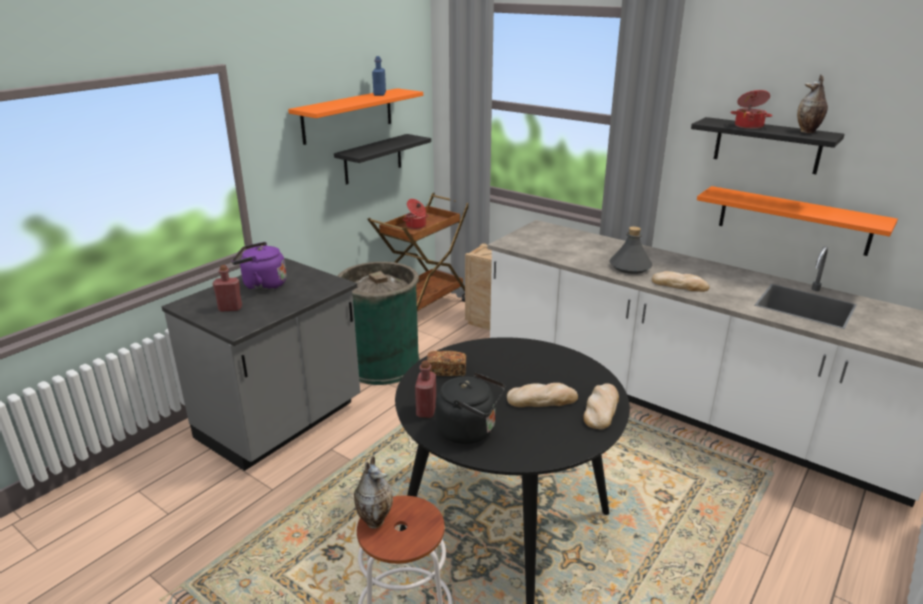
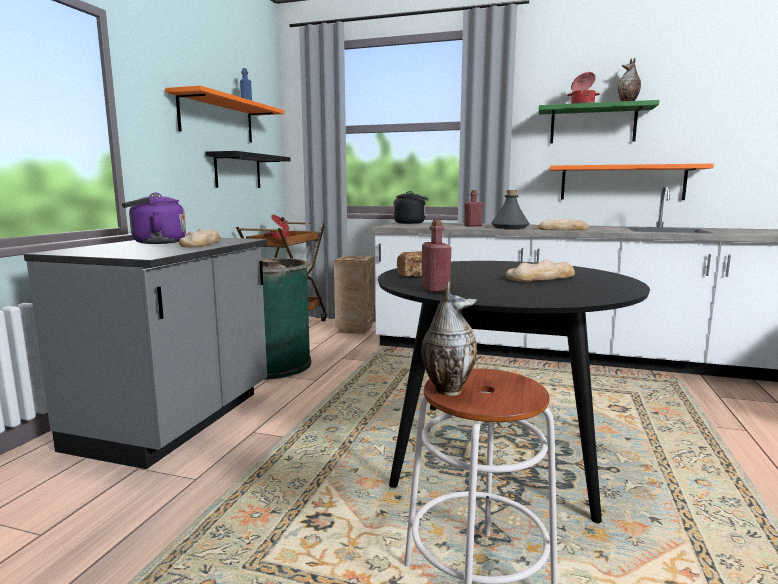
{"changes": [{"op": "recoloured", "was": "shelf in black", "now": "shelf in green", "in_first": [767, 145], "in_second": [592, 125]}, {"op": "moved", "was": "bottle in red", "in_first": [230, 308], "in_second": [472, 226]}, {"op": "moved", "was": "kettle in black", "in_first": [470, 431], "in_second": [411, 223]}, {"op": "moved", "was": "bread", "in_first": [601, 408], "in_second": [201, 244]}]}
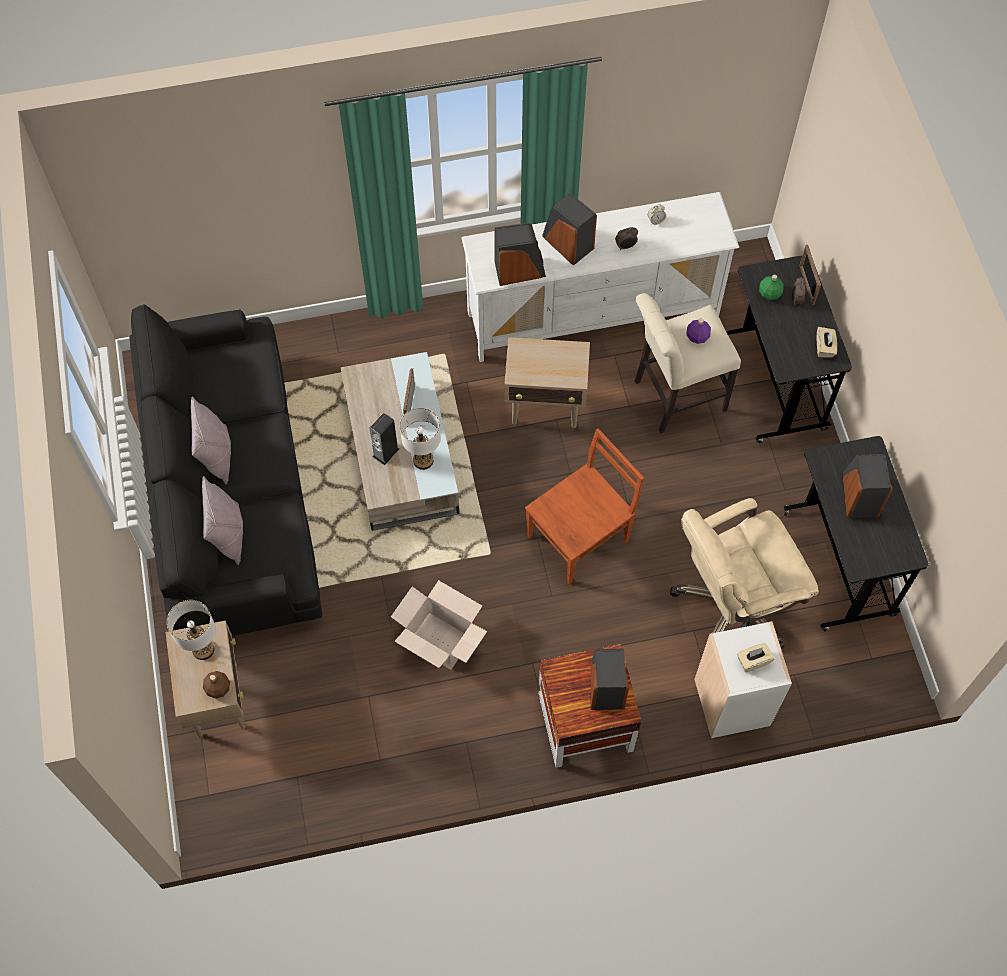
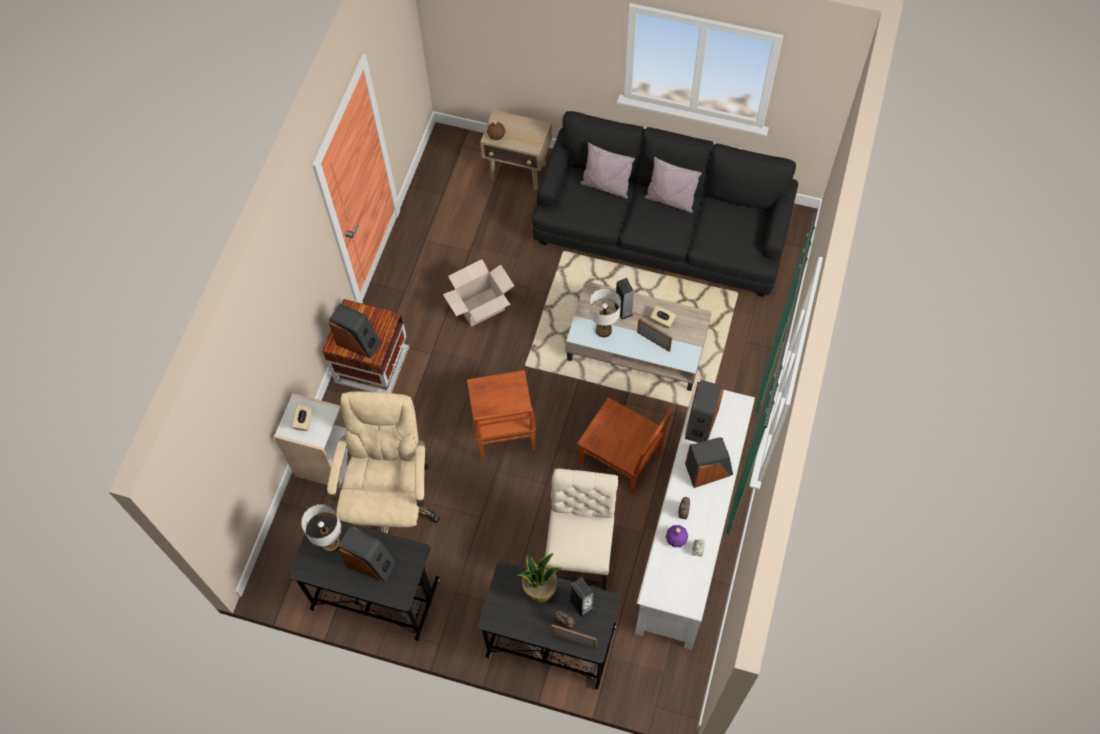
{"changes": [{"op": "replaced", "was": "bottle in green", "now": "speaker", "in_first": [769, 294], "in_second": [581, 604]}, {"op": "moved", "was": "bottle in purple", "in_first": [697, 337], "in_second": [676, 539]}, {"op": "moved", "was": "tissue box in beige", "in_first": [824, 347], "in_second": [662, 321]}, {"op": "replaced", "was": "side table in beige", "now": "chair in brown", "in_first": [546, 408], "in_second": [621, 459]}, {"op": "moved", "was": "table lamp", "in_first": [203, 649], "in_second": [331, 543]}, {"op": "added", "now": "potted plant", "in_second": [540, 590]}]}
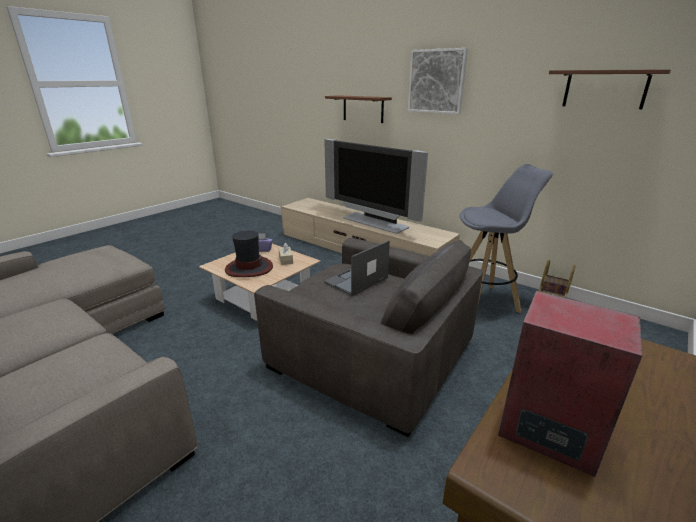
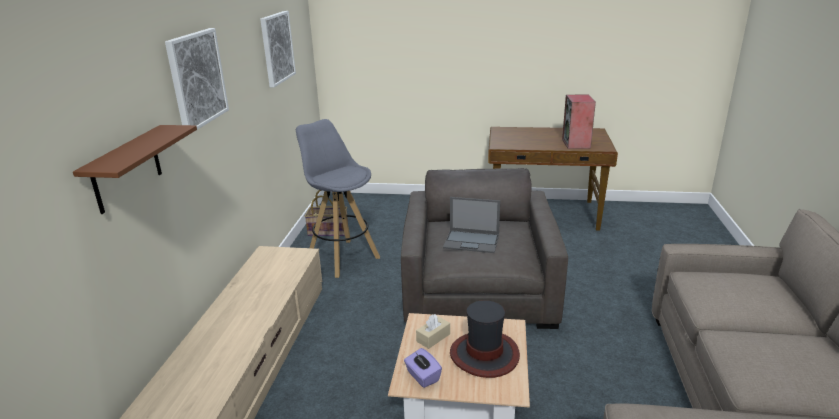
{"changes": [{"op": "replaced", "was": "shelf in brown", "now": "picture", "in_first": [605, 89], "in_second": [277, 48]}, {"op": "removed", "was": "television", "in_first": [374, 223]}]}
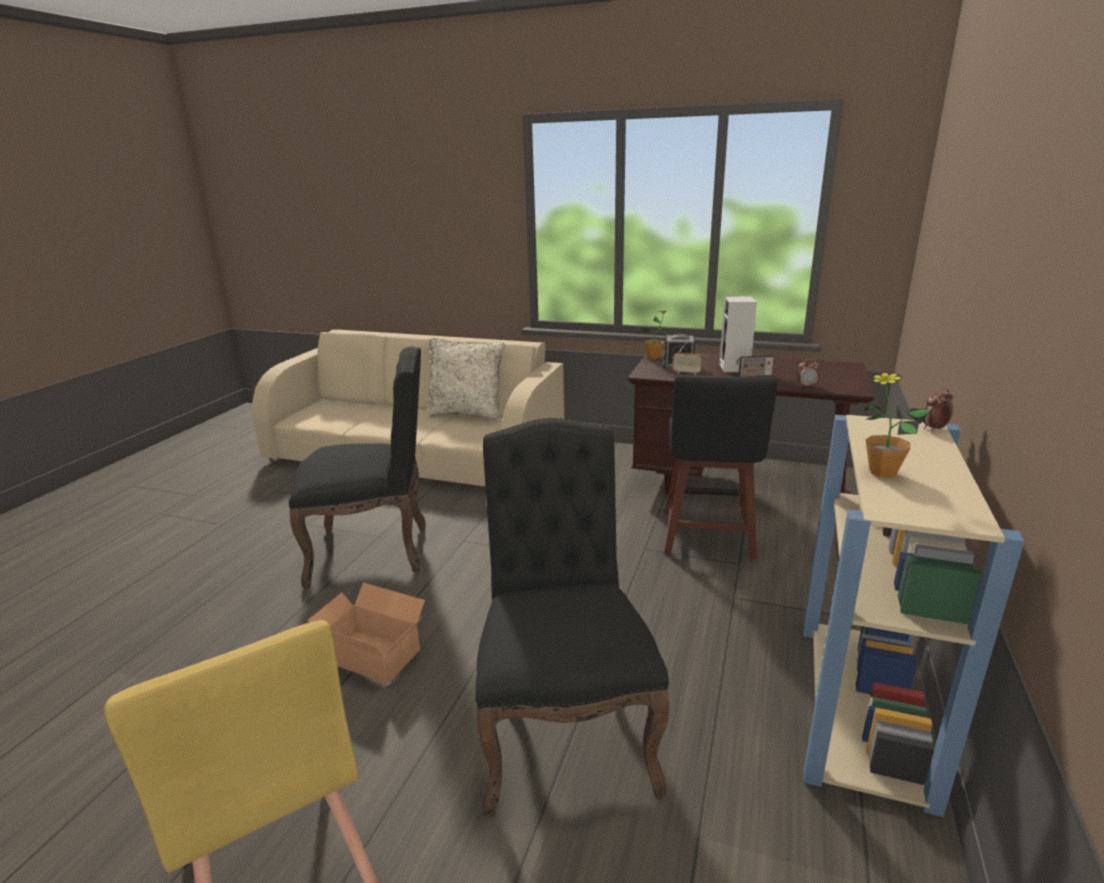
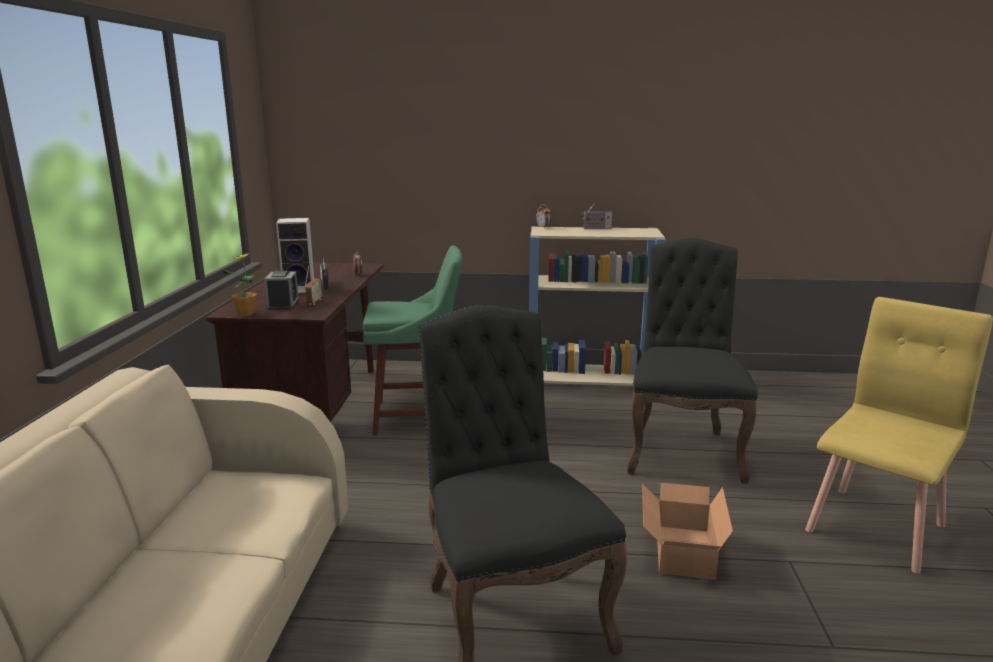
{"changes": [{"op": "removed", "was": "pillow in beige", "in_first": [467, 414]}, {"op": "removed", "was": "potted plant", "in_first": [882, 472]}, {"op": "recoloured", "was": "stool in black", "now": "stool in green", "in_first": [707, 537], "in_second": [418, 416]}, {"op": "turned", "was": "chair in black", "in_first": [565, 733], "in_second": [682, 451], "clockwise": 120}, {"op": "added", "now": "radio", "in_second": [595, 228]}]}
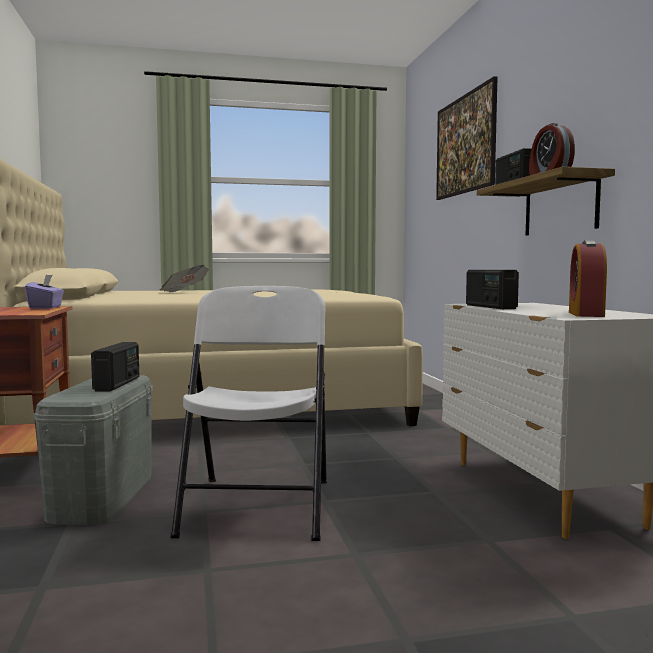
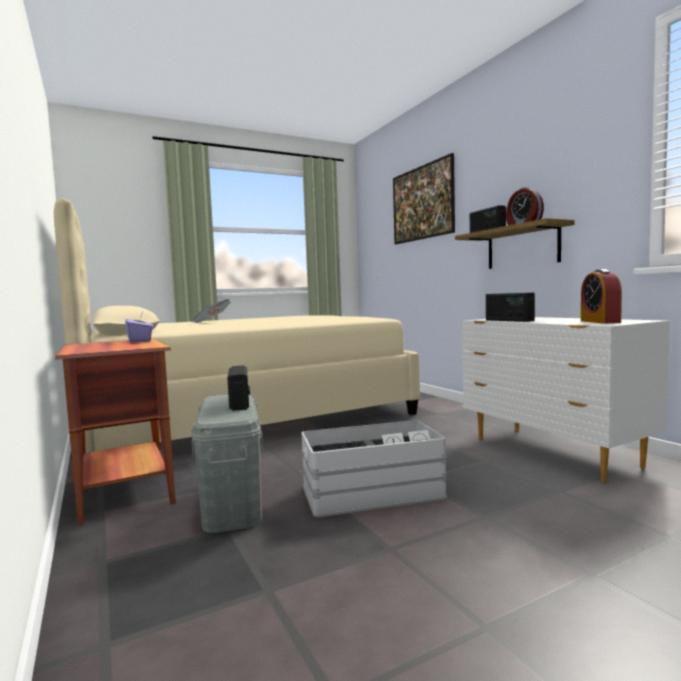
{"changes": [{"op": "replaced", "was": "chair in white", "now": "storage box in grey", "in_first": [258, 507], "in_second": [372, 491]}]}
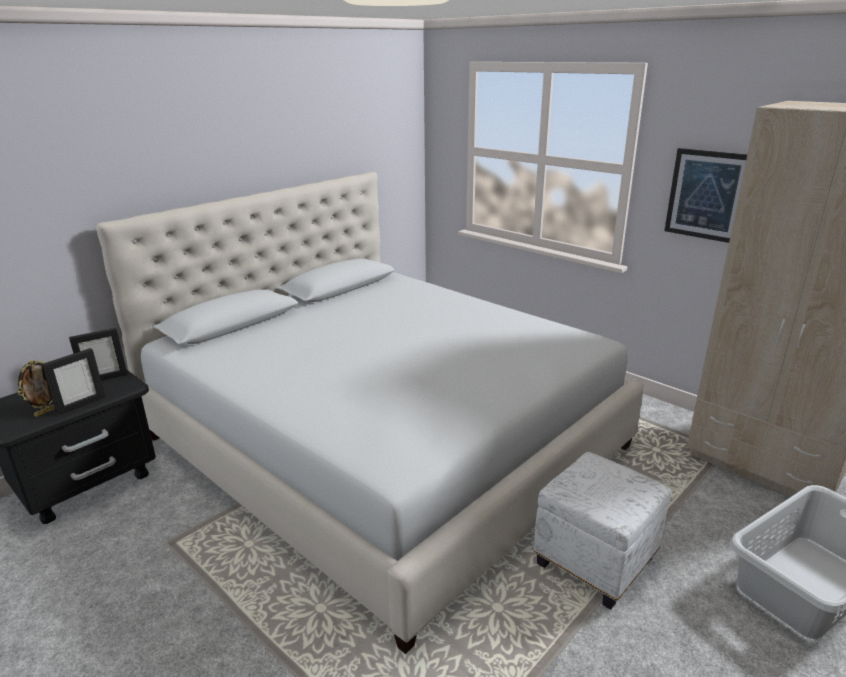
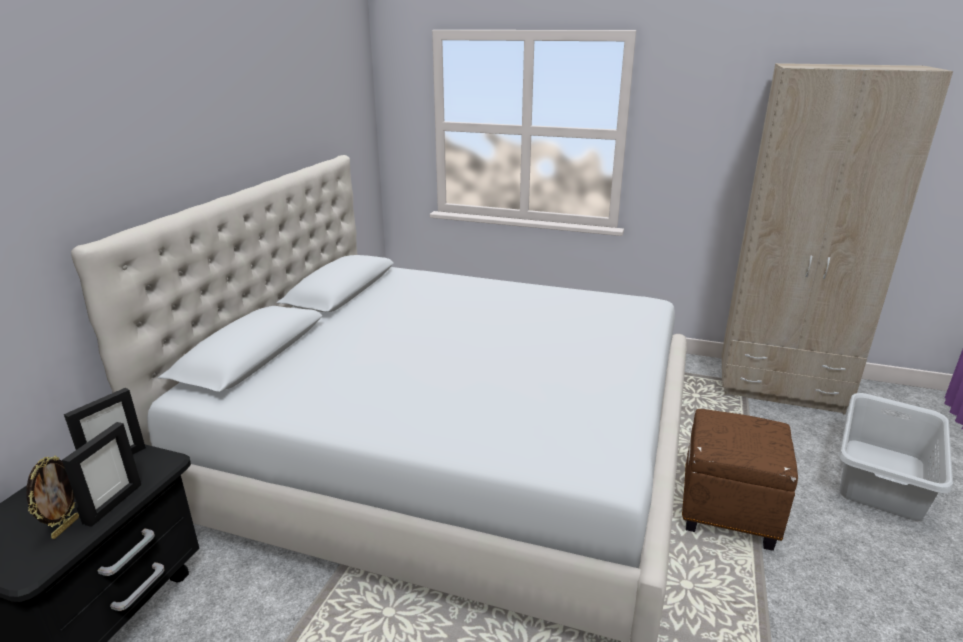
{"changes": [{"op": "removed", "was": "picture", "in_first": [707, 195]}, {"op": "recoloured", "was": "ottoman in white", "now": "ottoman in brown", "in_first": [594, 560], "in_second": [726, 510]}]}
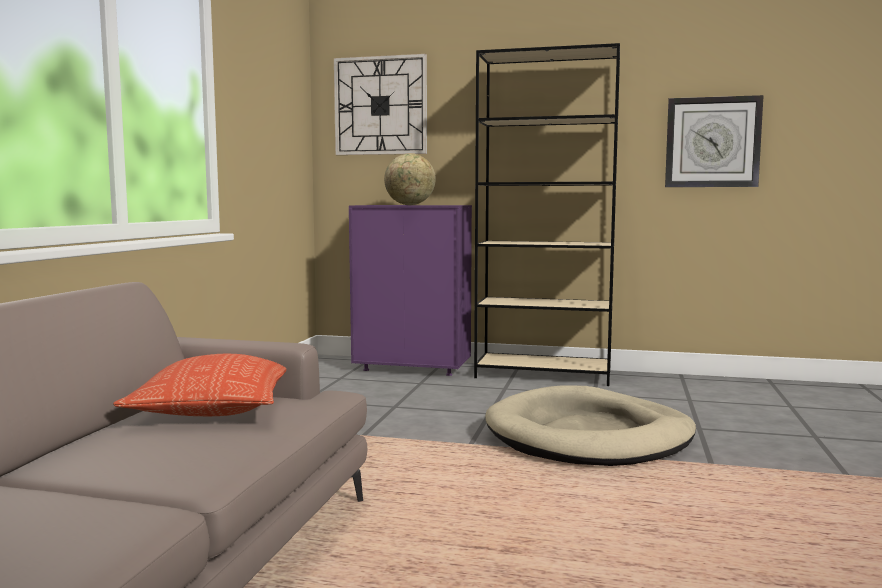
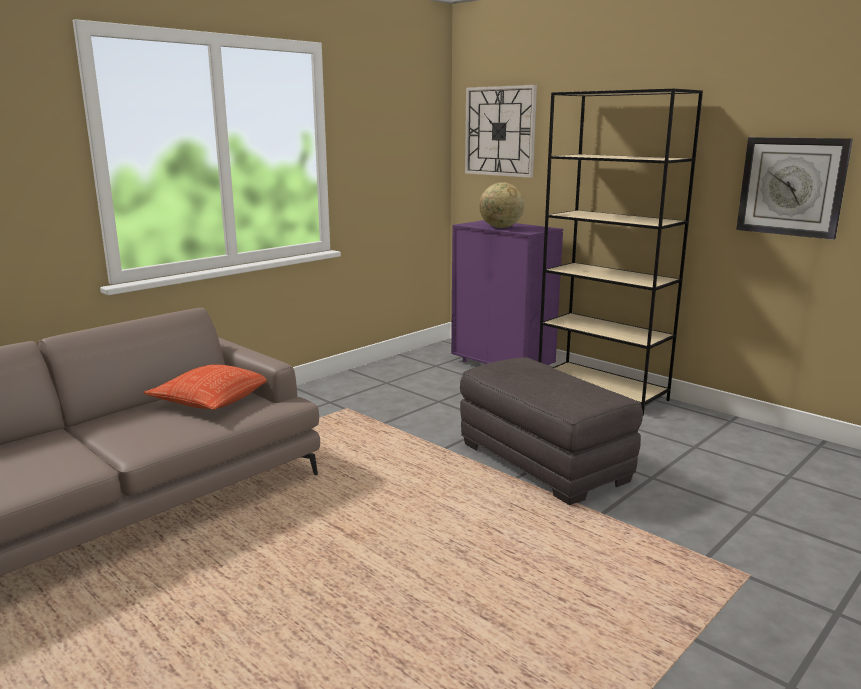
{"changes": [{"op": "replaced", "was": "dog bed in beige", "now": "ottoman in grey", "in_first": [589, 436], "in_second": [544, 462]}]}
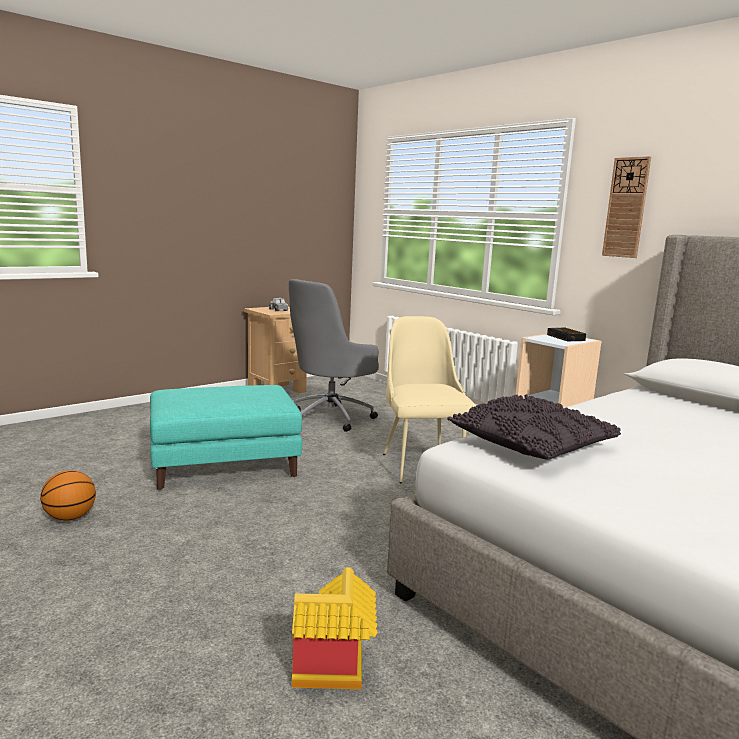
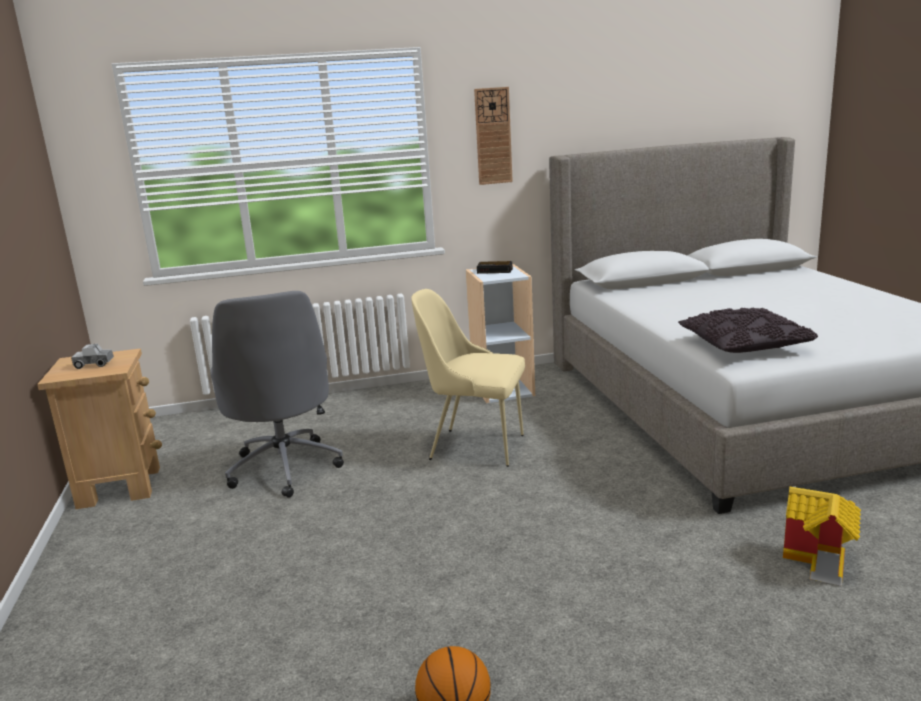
{"changes": [{"op": "removed", "was": "ottoman in turquoise", "in_first": [222, 466]}]}
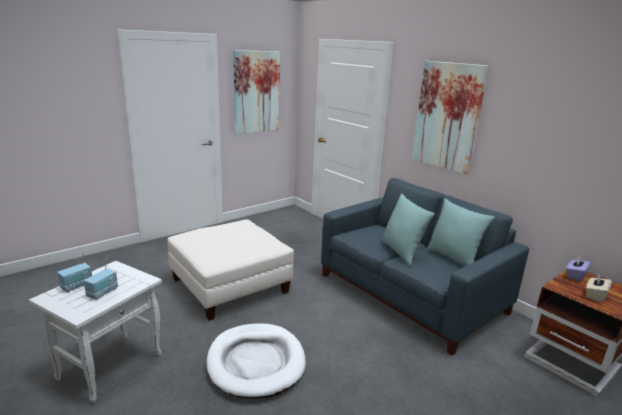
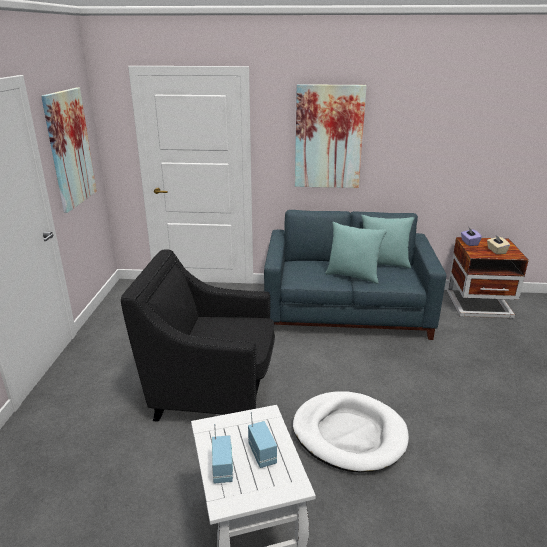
{"changes": [{"op": "replaced", "was": "ottoman in white", "now": "armchair in black", "in_first": [230, 285], "in_second": [211, 390]}]}
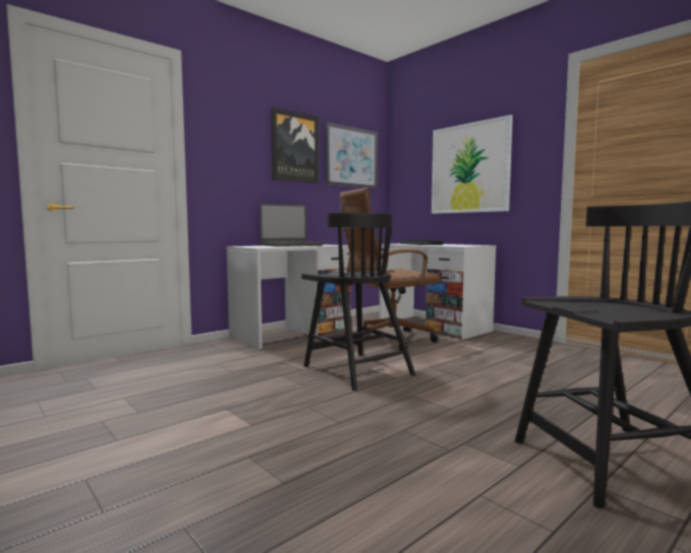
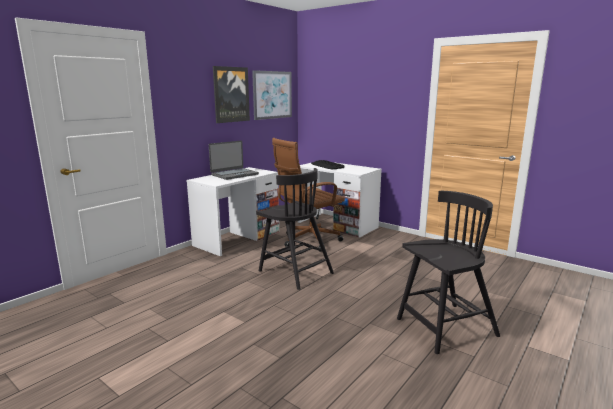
{"changes": [{"op": "removed", "was": "picture", "in_first": [470, 168]}]}
